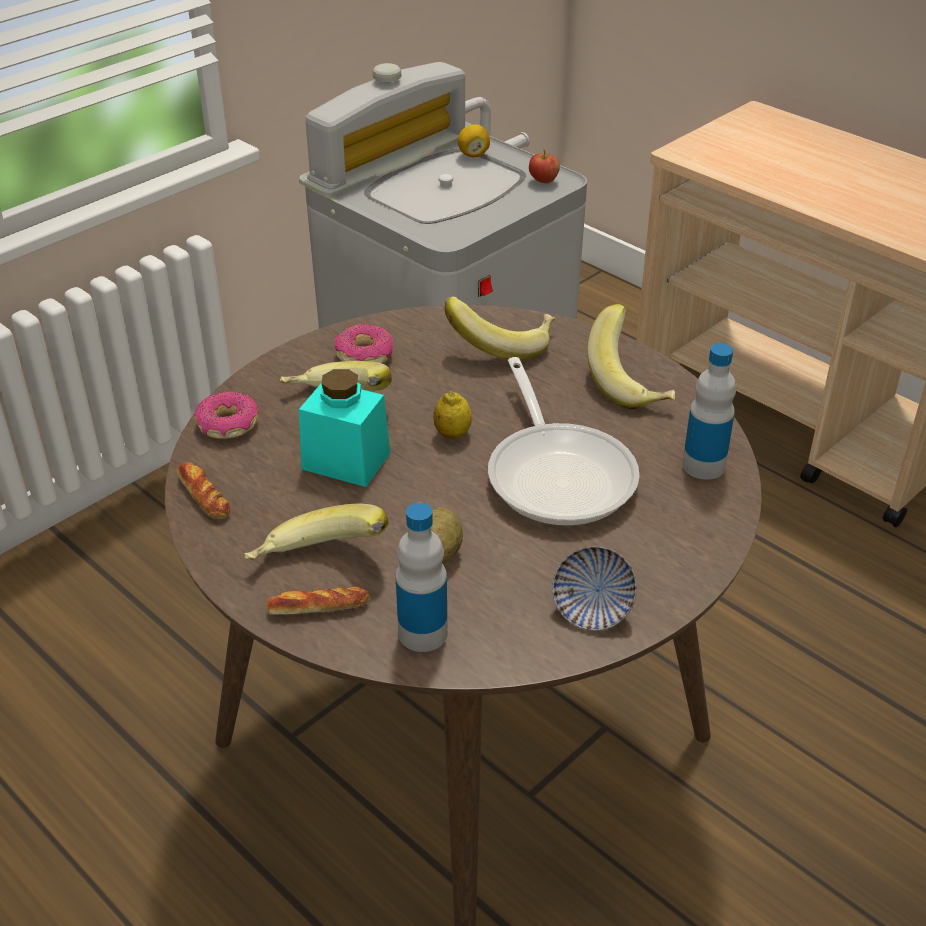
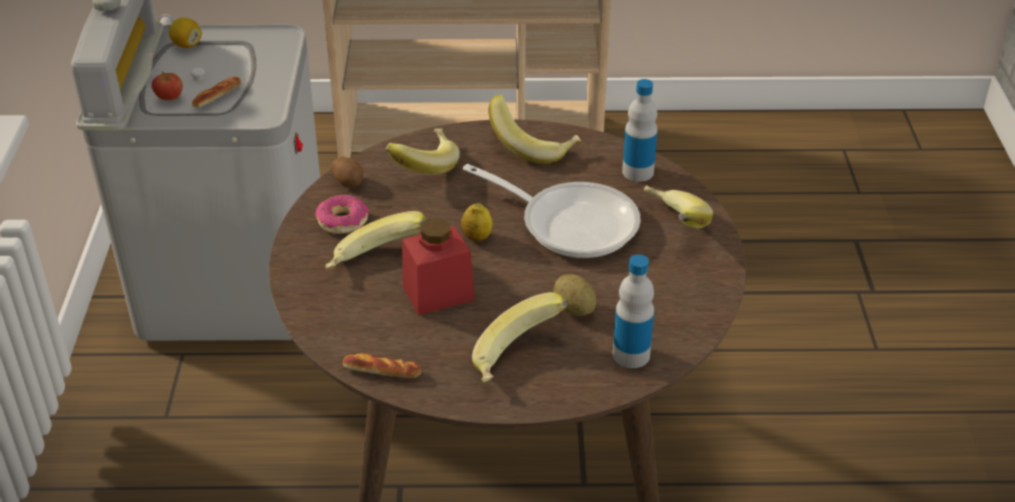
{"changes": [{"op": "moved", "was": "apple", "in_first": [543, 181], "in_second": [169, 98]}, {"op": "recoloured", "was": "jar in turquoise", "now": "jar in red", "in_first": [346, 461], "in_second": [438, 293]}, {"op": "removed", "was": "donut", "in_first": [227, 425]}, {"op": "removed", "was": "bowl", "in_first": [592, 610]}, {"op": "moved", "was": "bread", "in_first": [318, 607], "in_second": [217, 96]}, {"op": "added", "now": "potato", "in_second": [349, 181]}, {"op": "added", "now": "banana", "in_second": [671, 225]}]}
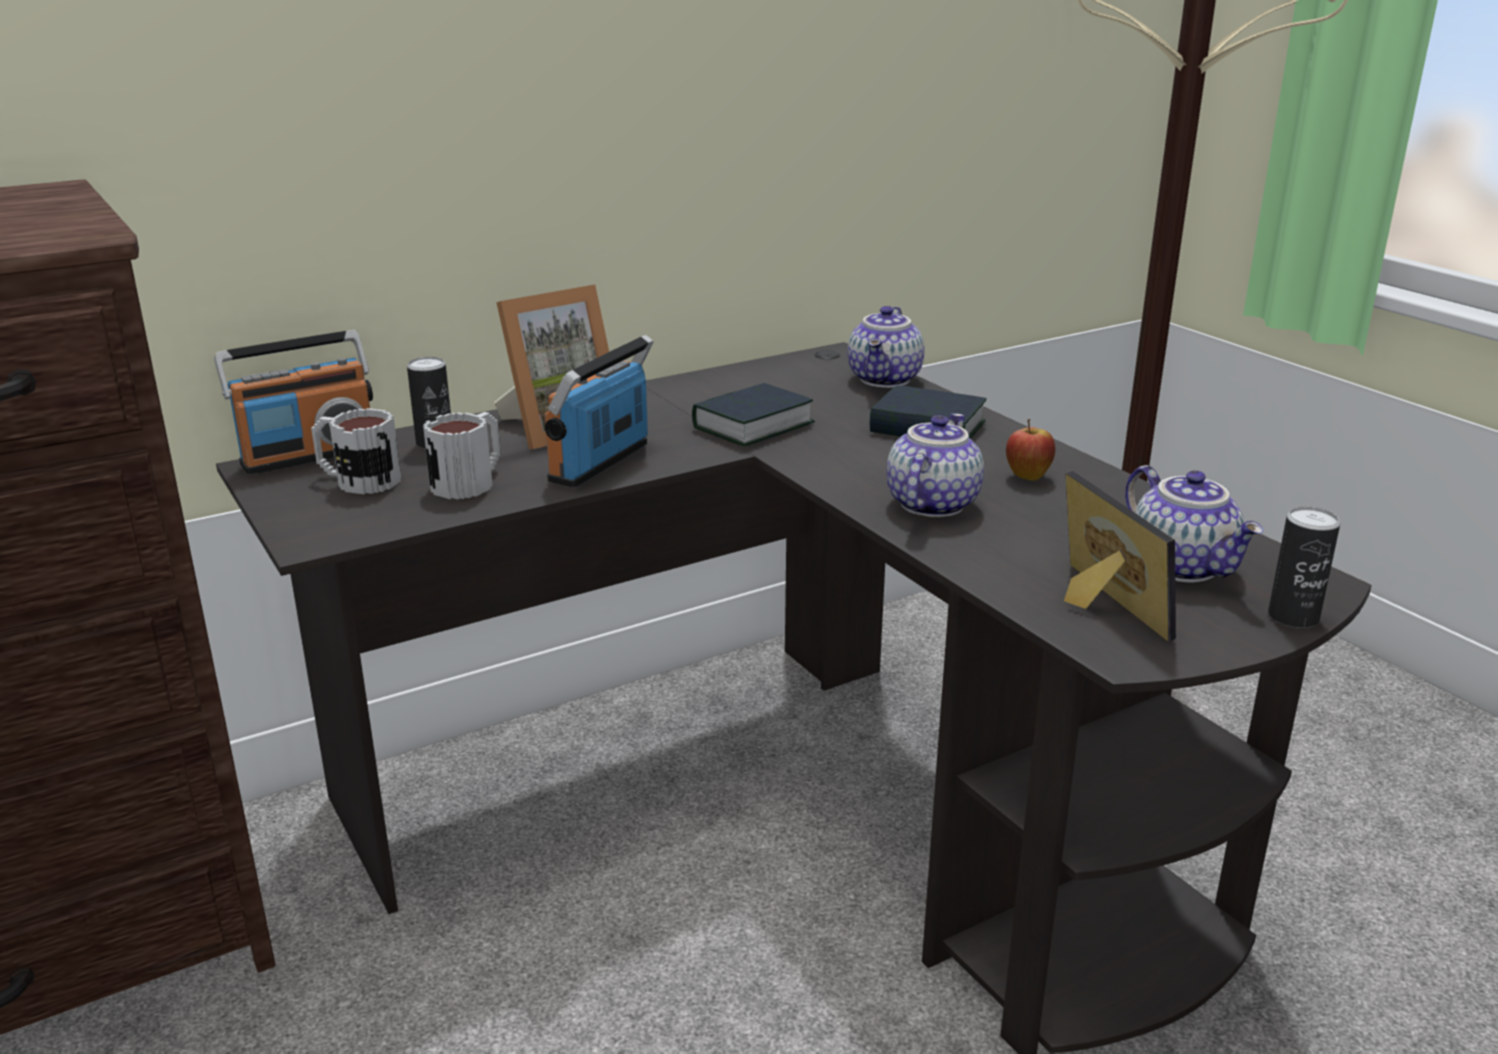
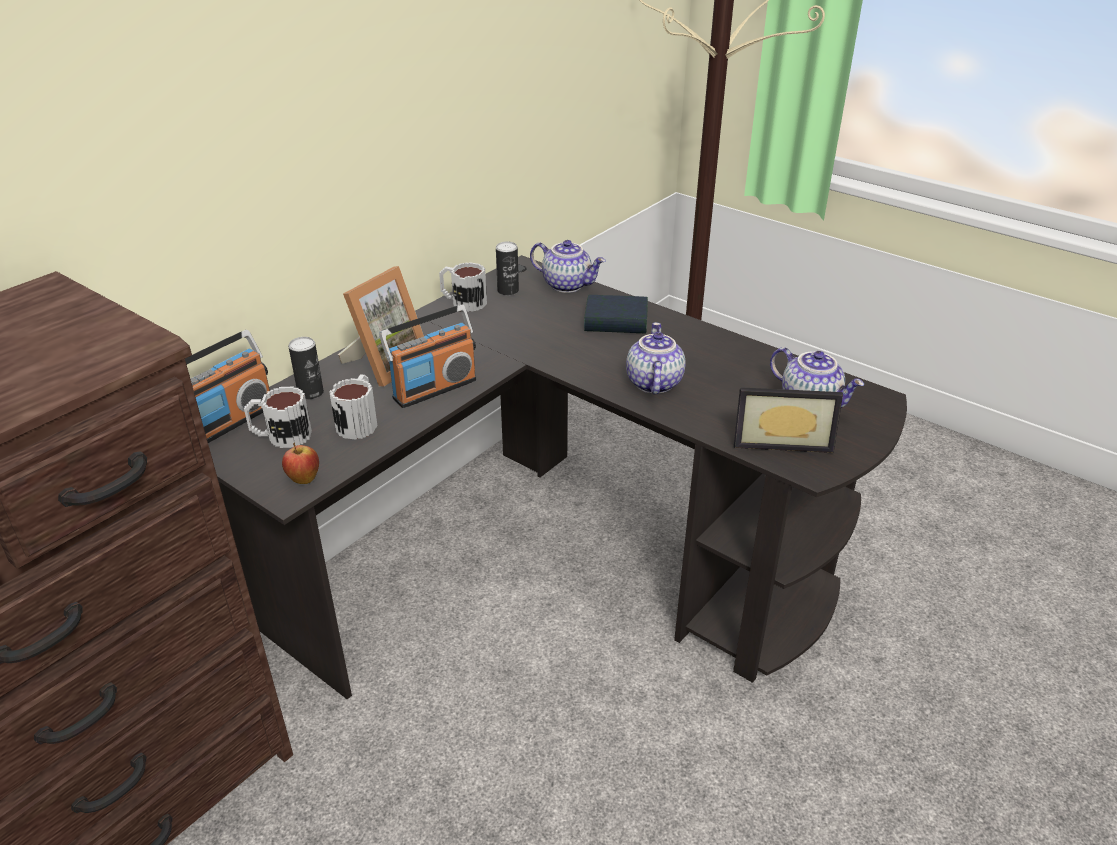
{"changes": [{"op": "turned", "was": "teapot", "in_first": [886, 380], "in_second": [568, 285], "clockwise": -60}, {"op": "turned", "was": "radio", "in_first": [601, 462], "in_second": [434, 388], "clockwise": -135}, {"op": "removed", "was": "book", "in_first": [753, 425]}, {"op": "moved", "was": "apple", "in_first": [1027, 477], "in_second": [304, 480]}, {"op": "turned", "was": "picture frame", "in_first": [1096, 605], "in_second": [781, 440], "clockwise": 135}, {"op": "moved", "was": "can", "in_first": [1293, 617], "in_second": [508, 291]}, {"op": "added", "now": "mug", "in_second": [463, 302]}]}
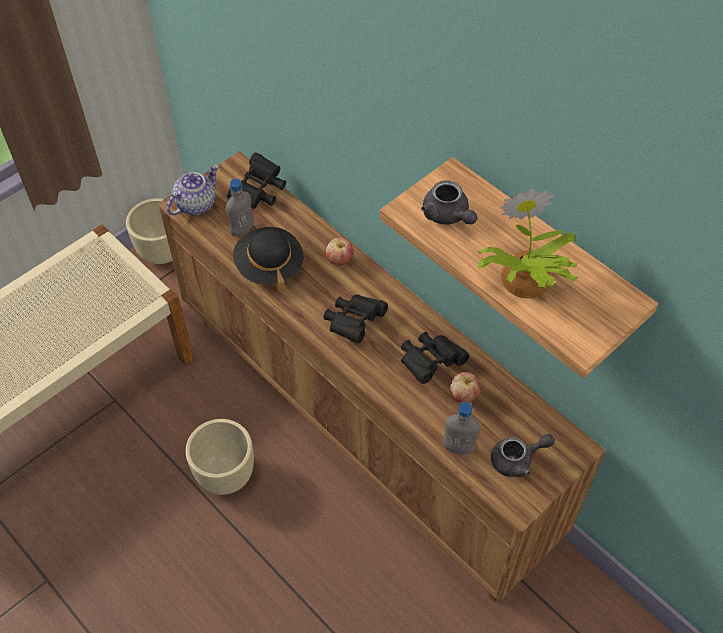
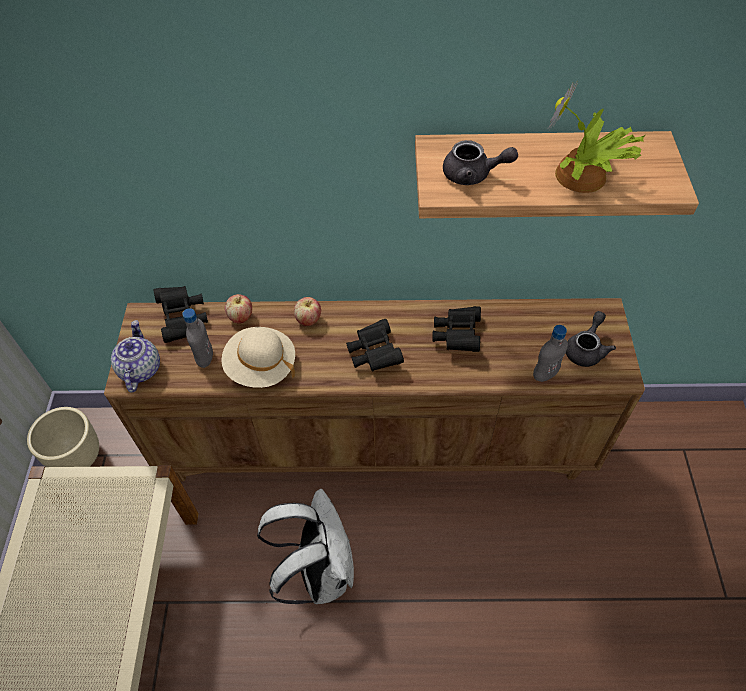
{"changes": [{"op": "recoloured", "was": "hat in black", "now": "hat in beige", "in_first": [269, 266], "in_second": [261, 367]}, {"op": "moved", "was": "apple", "in_first": [463, 395], "in_second": [241, 317]}, {"op": "replaced", "was": "planter in beige", "now": "backpack in white", "in_first": [225, 474], "in_second": [318, 571]}]}
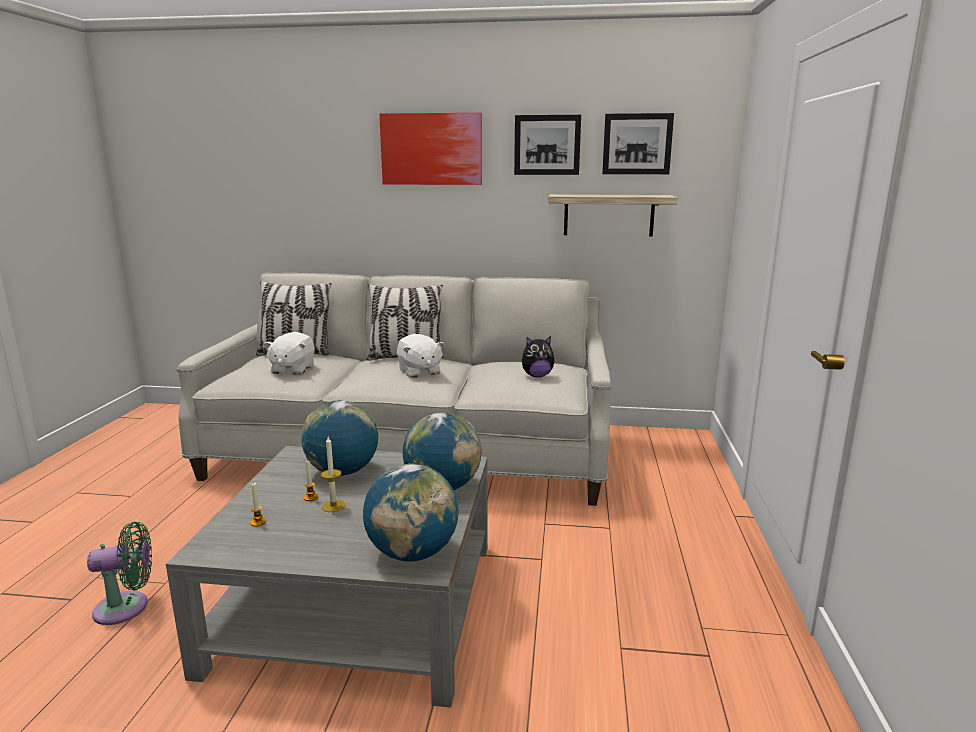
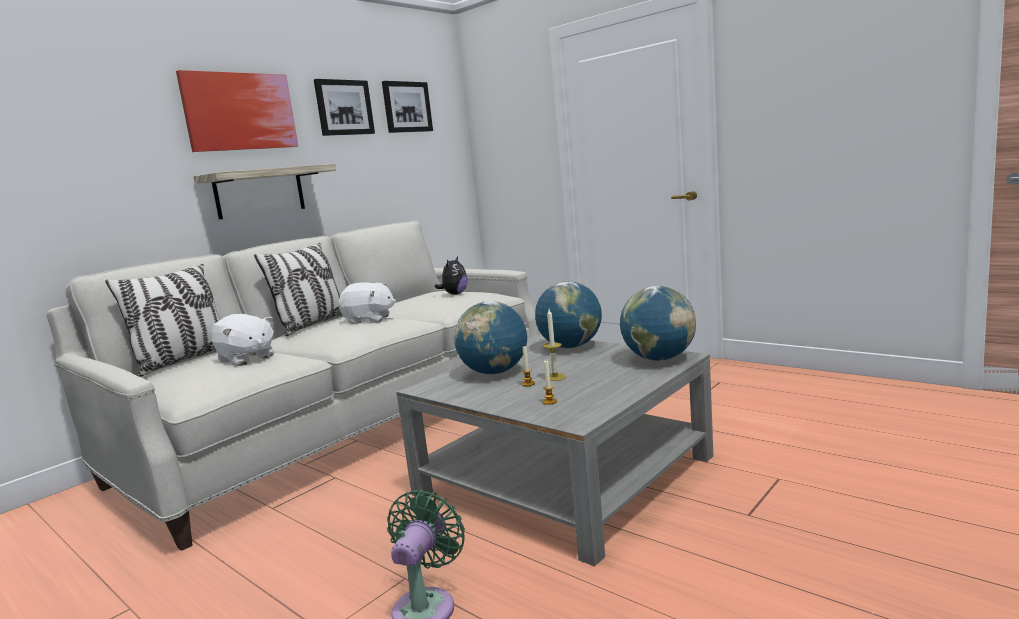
{"changes": [{"op": "moved", "was": "shelf", "in_first": [608, 215], "in_second": [259, 192]}]}
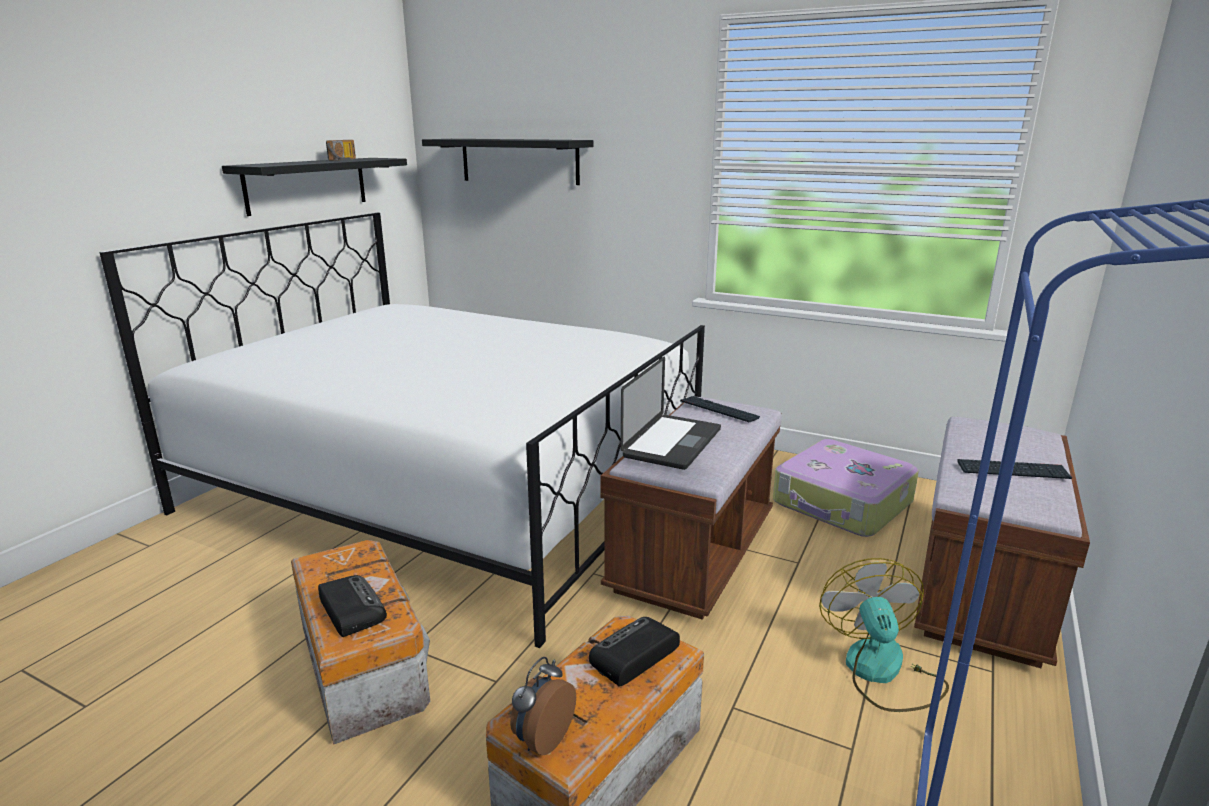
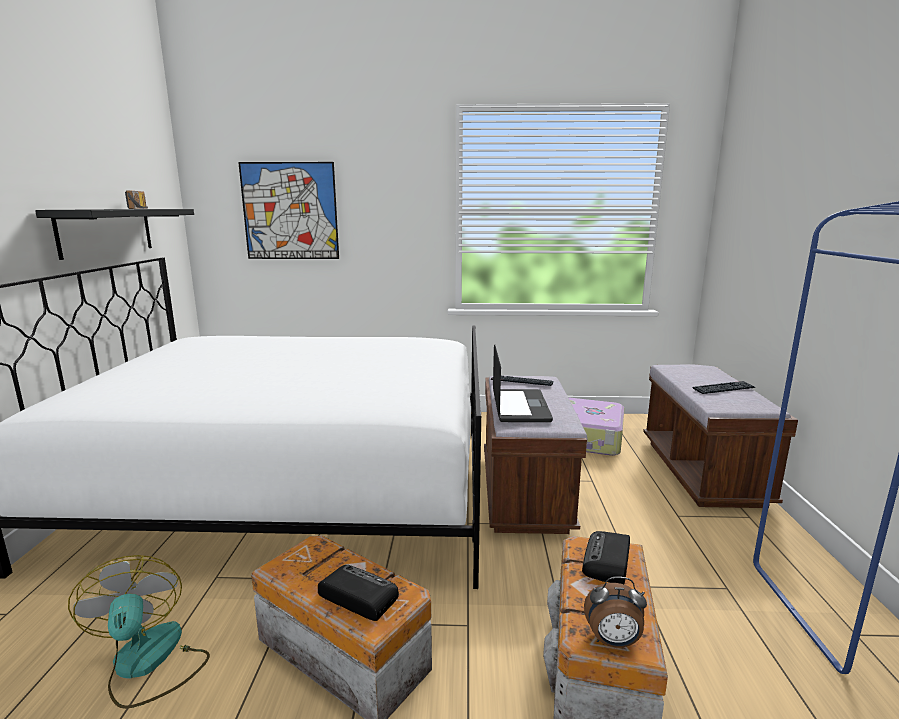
{"changes": [{"op": "replaced", "was": "shelf in black", "now": "picture", "in_first": [519, 161], "in_second": [290, 211]}, {"op": "moved", "was": "fan", "in_first": [881, 672], "in_second": [148, 663]}, {"op": "turned", "was": "alarm clock", "in_first": [542, 738], "in_second": [613, 641], "clockwise": -90}]}
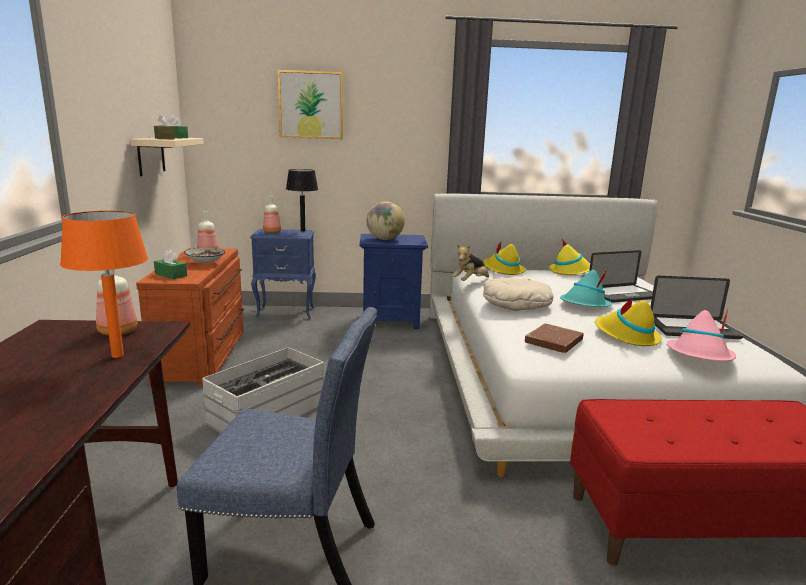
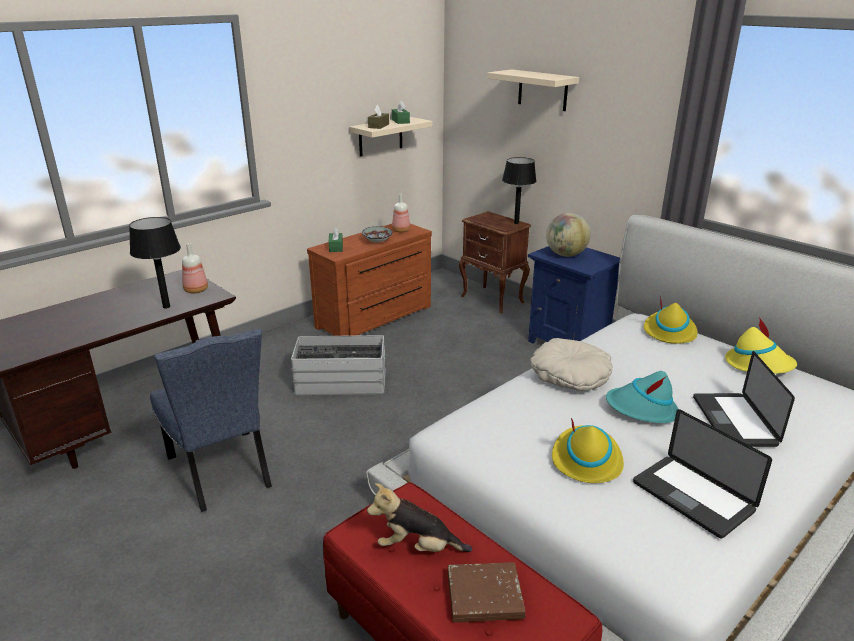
{"changes": [{"op": "replaced", "was": "picture", "now": "shelf in beige", "in_first": [311, 105], "in_second": [542, 90]}, {"op": "removed", "was": "bottle", "in_first": [271, 232]}, {"op": "recoloured", "was": "table lamp in orange", "now": "table lamp in black", "in_first": [117, 355], "in_second": [166, 307]}, {"op": "recoloured", "was": "nightstand in blue", "now": "nightstand in brown", "in_first": [286, 312], "in_second": [492, 300]}, {"op": "moved", "was": "plush toy", "in_first": [470, 281], "in_second": [417, 547]}, {"op": "turned", "was": "laptop", "in_first": [623, 295], "in_second": [734, 421], "clockwise": 60}, {"op": "removed", "was": "hat in pink", "in_first": [700, 356]}, {"op": "moved", "was": "book in brown", "in_first": [554, 342], "in_second": [484, 596]}]}
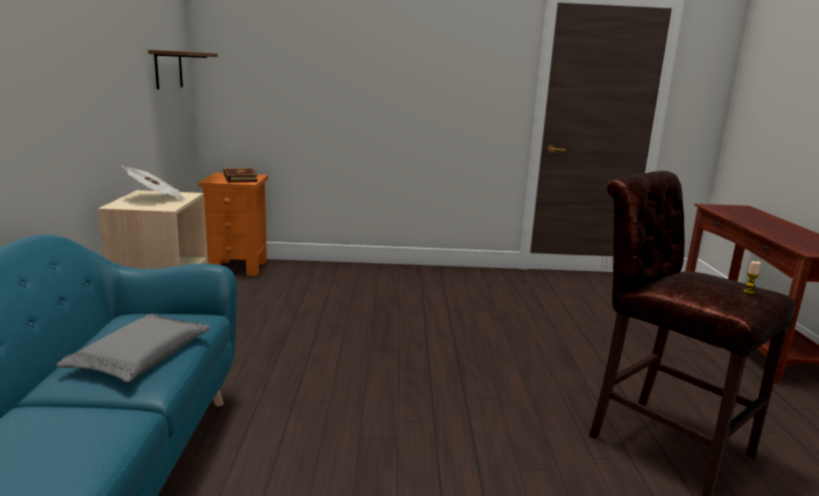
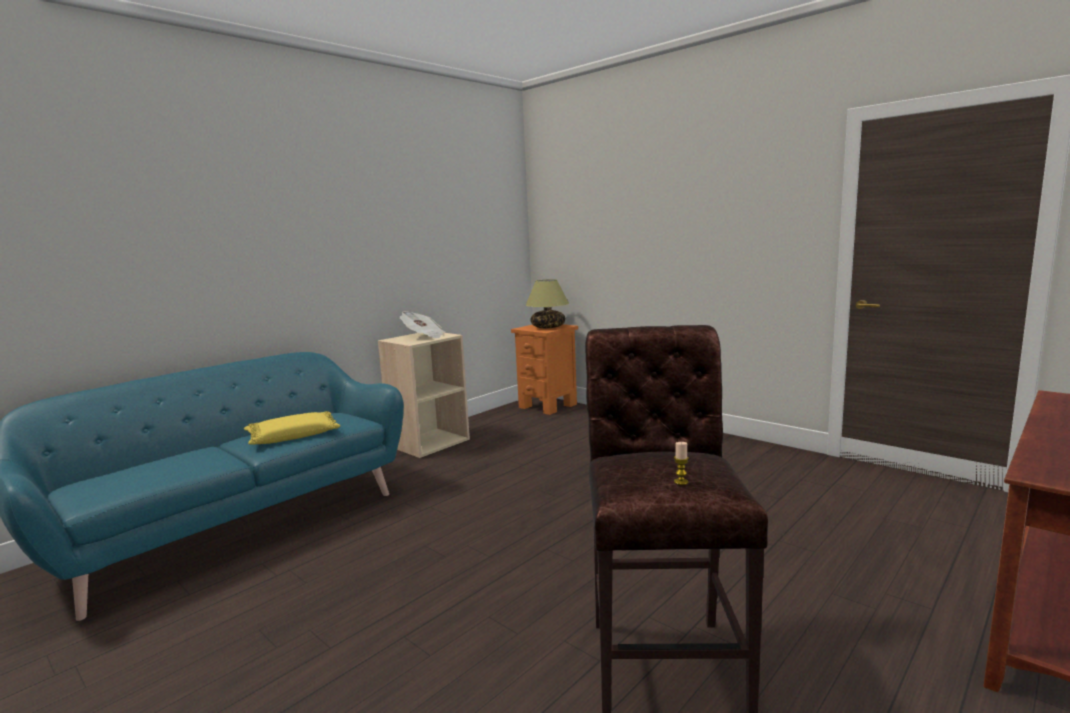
{"changes": [{"op": "removed", "was": "shelf", "in_first": [168, 69]}, {"op": "replaced", "was": "book", "now": "table lamp", "in_first": [240, 178], "in_second": [548, 327]}, {"op": "recoloured", "was": "pillow in grey", "now": "pillow in yellow", "in_first": [140, 354], "in_second": [293, 434]}]}
